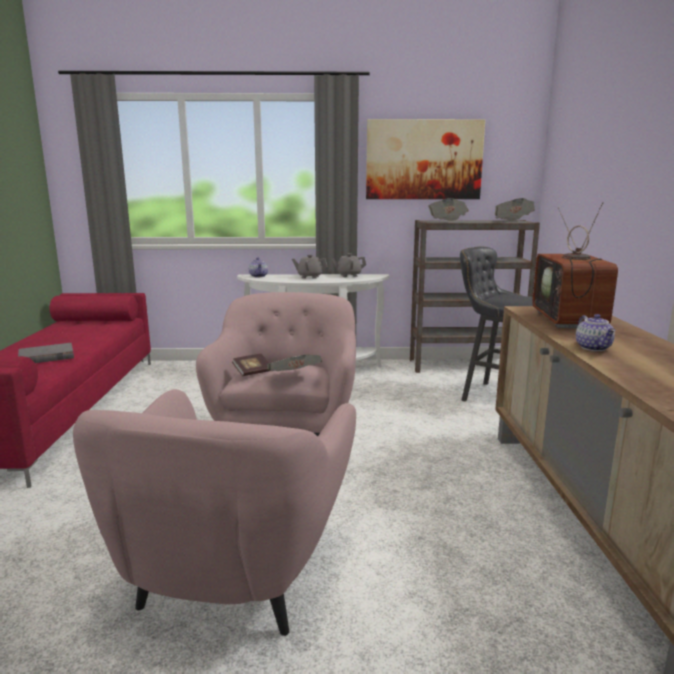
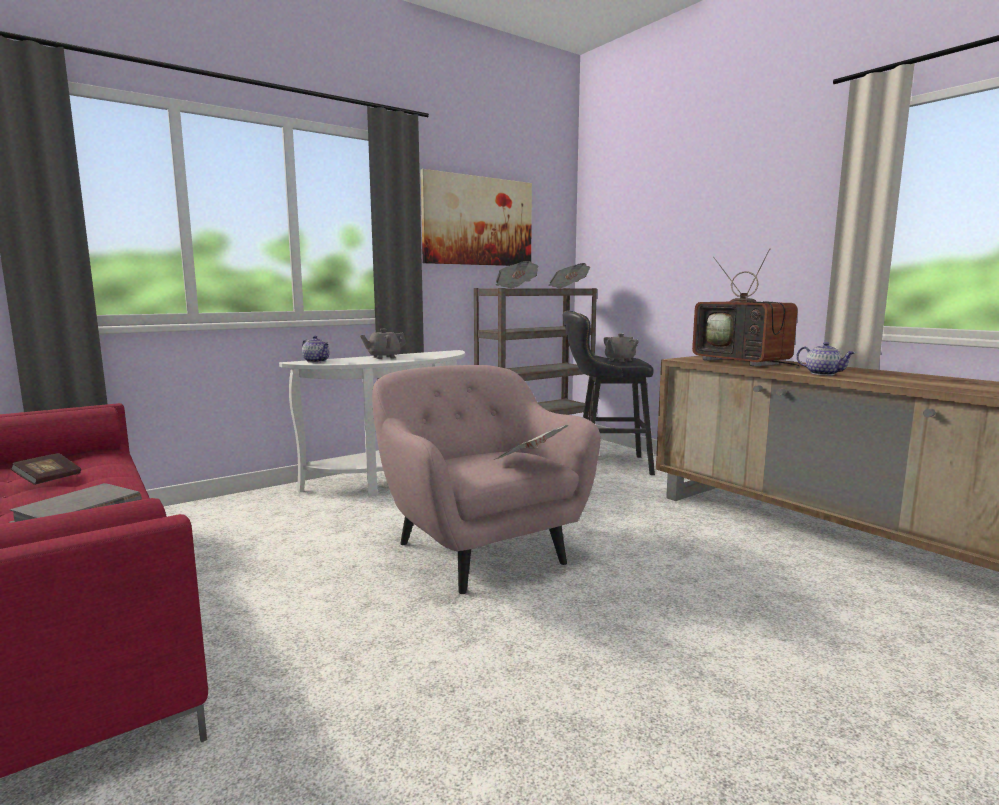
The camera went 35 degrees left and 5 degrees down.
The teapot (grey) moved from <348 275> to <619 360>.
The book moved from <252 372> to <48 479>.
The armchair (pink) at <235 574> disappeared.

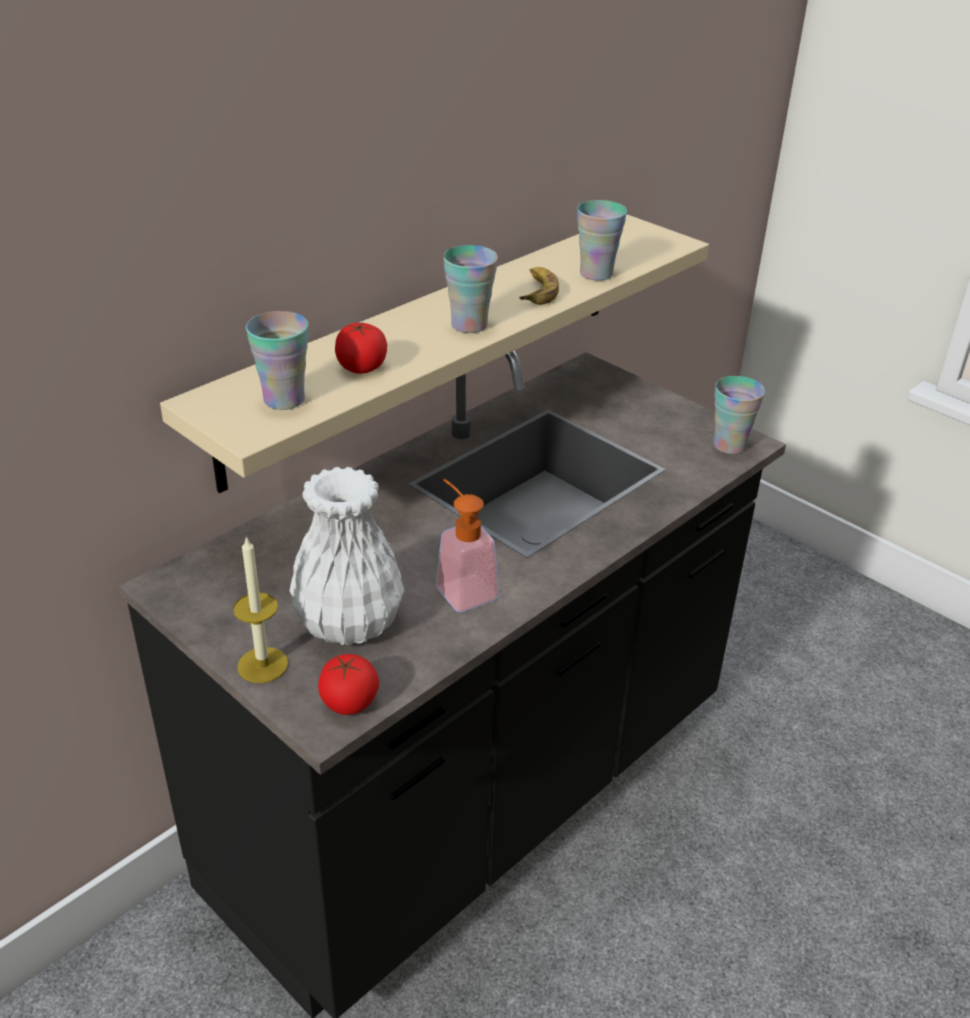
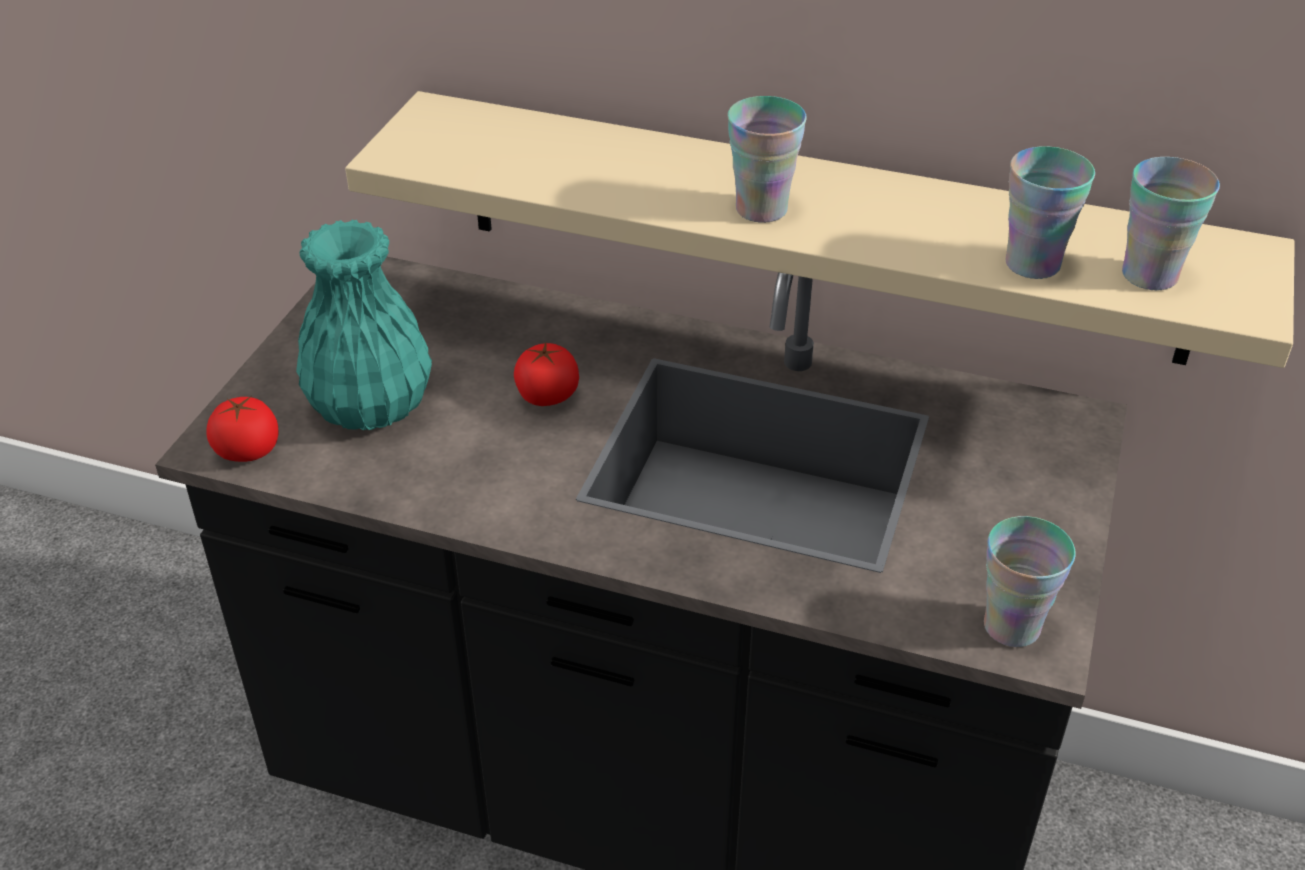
The camera went 65 degrees right and 5 degrees up.
The banana at <537 291> disappeared.
The cup moved from <284 400> to <1149 275>.
The tomato moved from <362 367> to <547 396>.
The vase (white) at <347 623> became the vase (turquoise) at <369 405>.
The soap dispenser at <461 587> disappeared.
The candle at <263 665> disappeared.

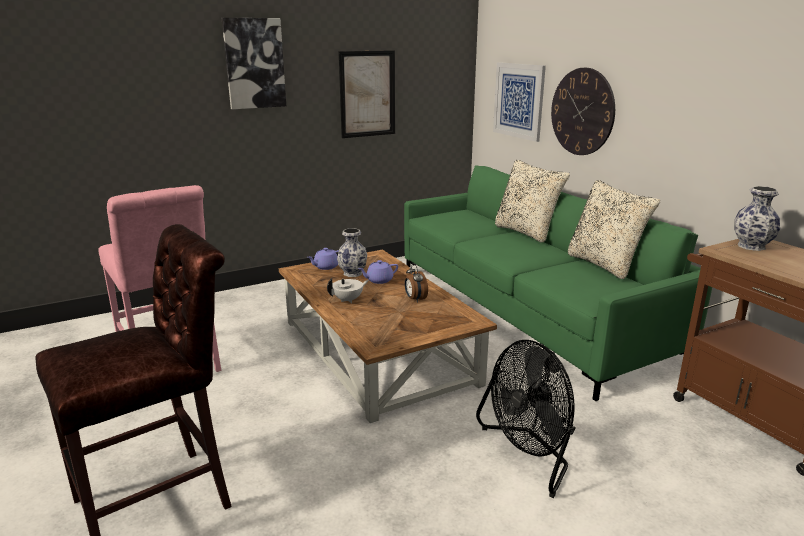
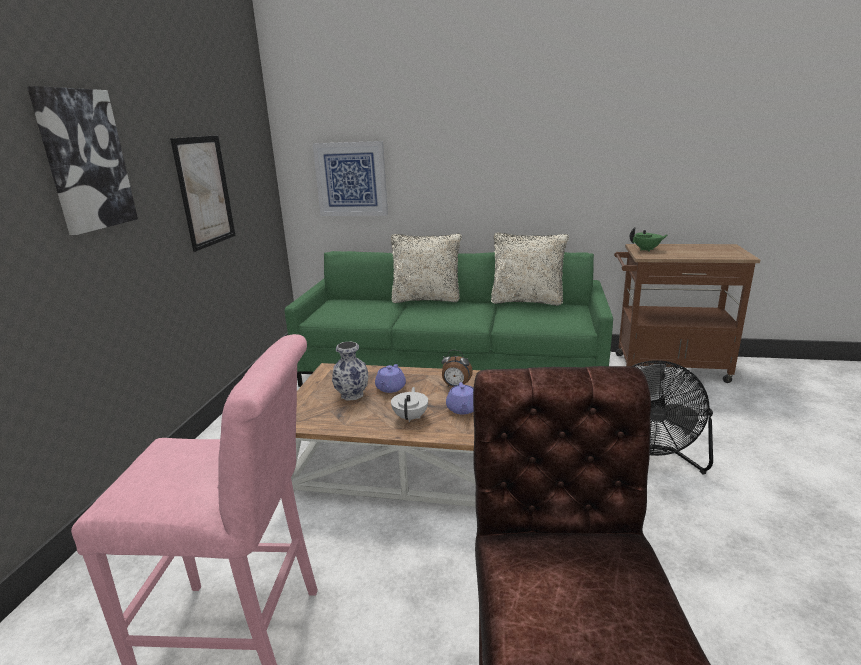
The camera went 50 degrees left and 0 degrees up.
The wall clock at <582 112> disappeared.
The vase at <751 246> was replaced by the teapot (green) at <647 250>.
The teapot (purple) moved from <325 267> to <462 409>.

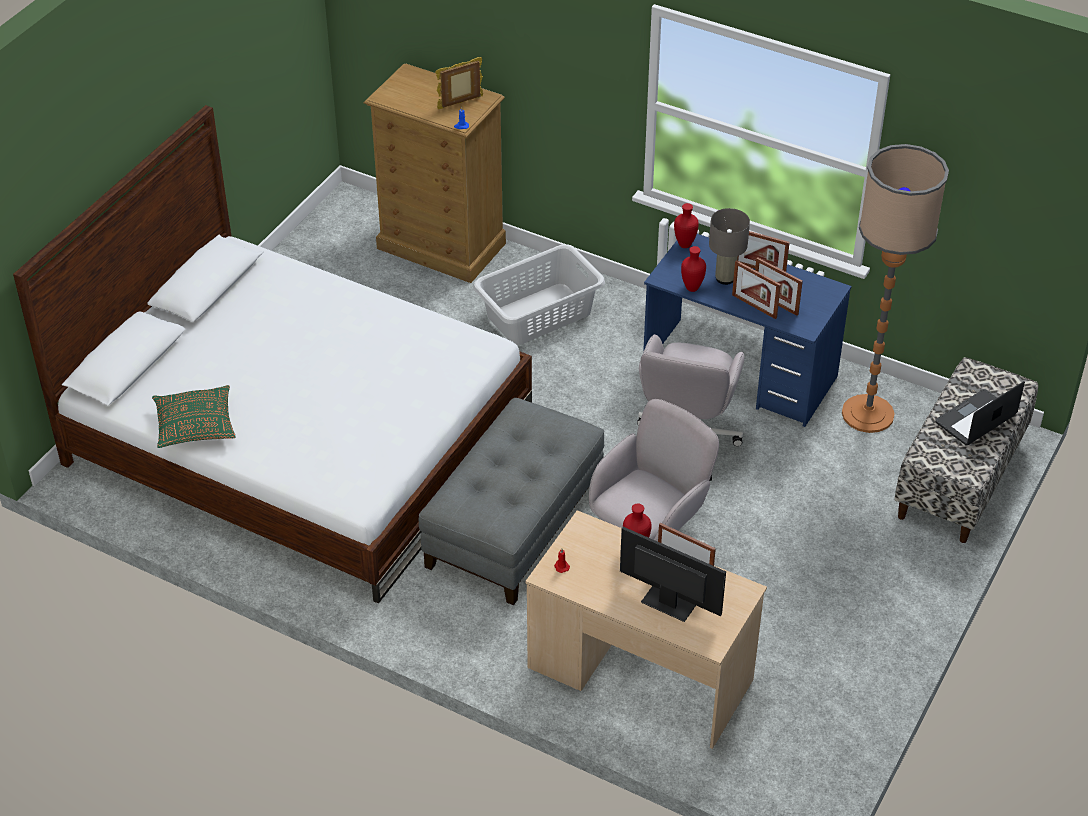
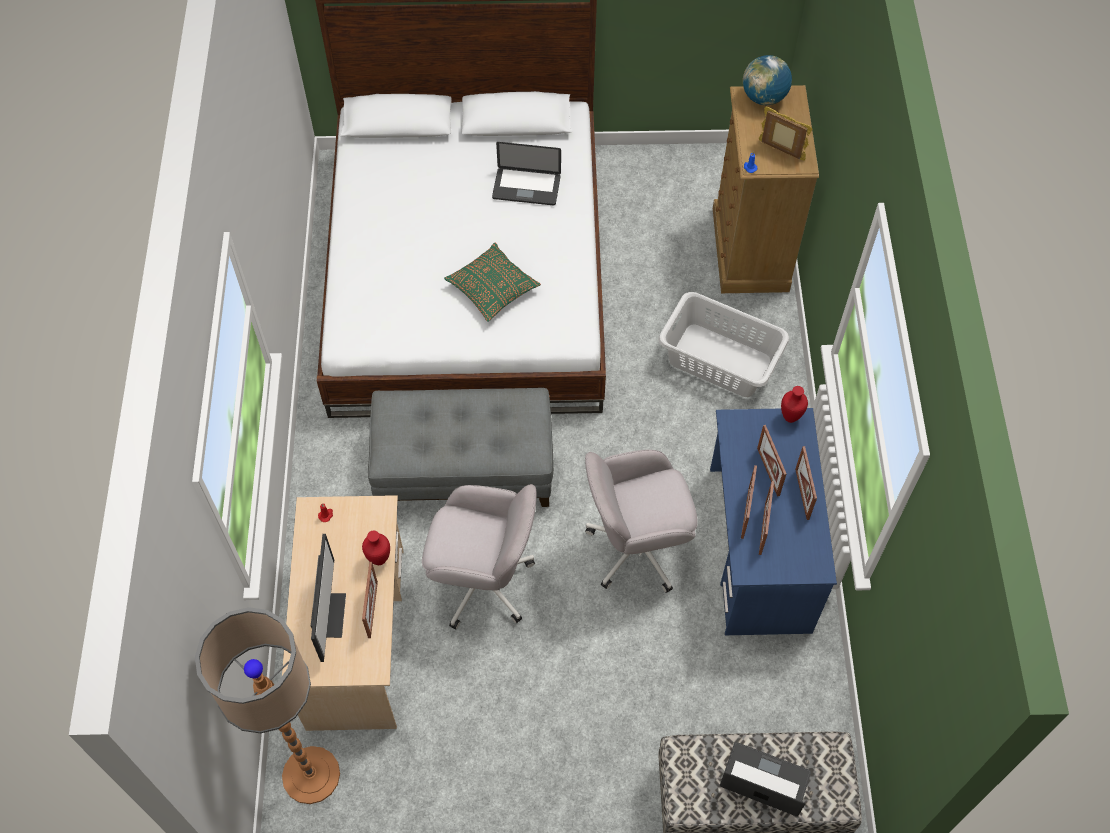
The camera went 60 degrees right and 15 degrees up.
The floor lamp moved from <867 414> to <311 775>.
The table lamp (grey) at <725 278> was replaced by the picture frame at <768 471>.
The vase (red) at <692 288> disappeared.
The pillow (green) moved from <195 426> to <492 289>.
The globe at <764 97> appeared.
The laptop at <526 187> appeared.

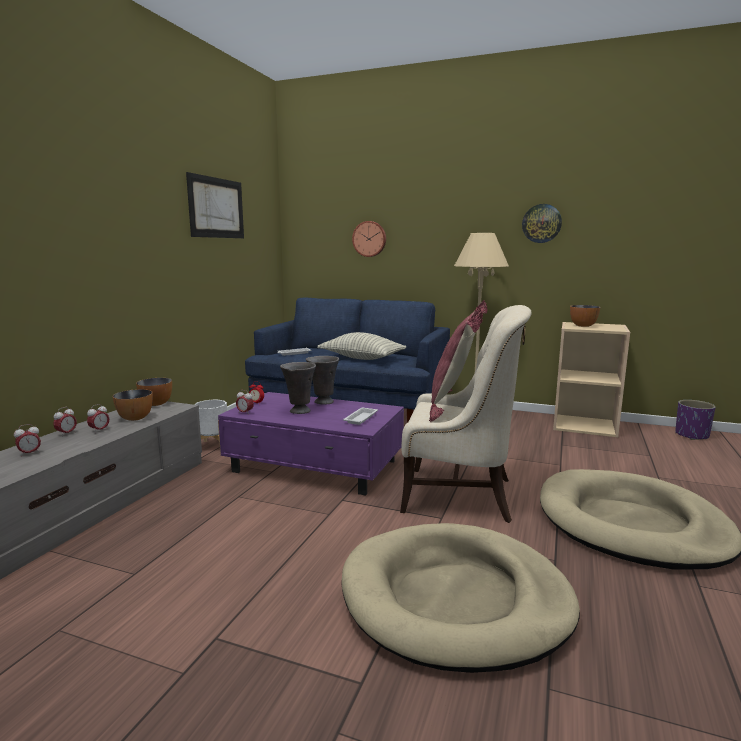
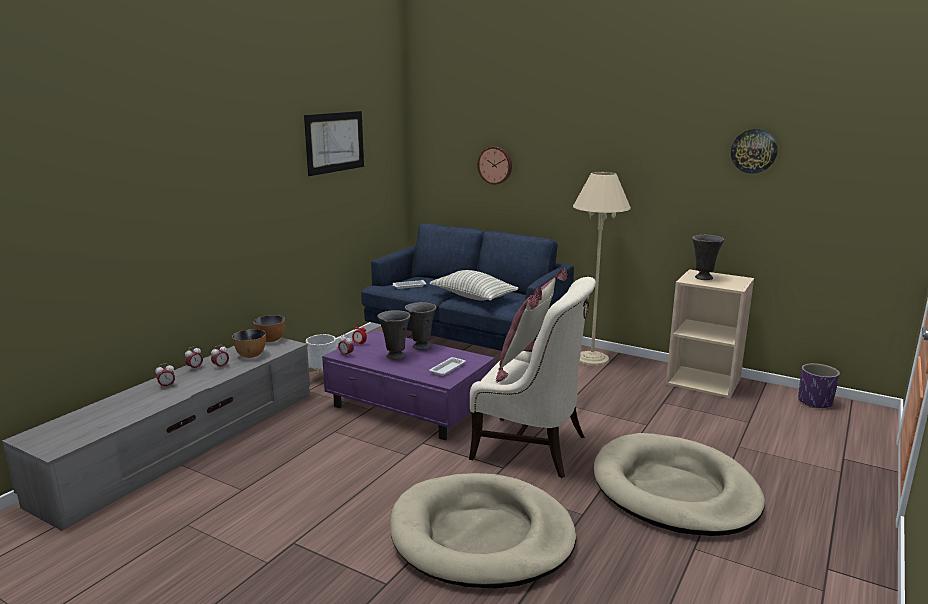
The camera went 10 degrees right and 5 degrees up.
The wall clock moved from <541 223> to <754 151>.
The bowl at <583 326> was replaced by the vase (grey) at <703 278>.

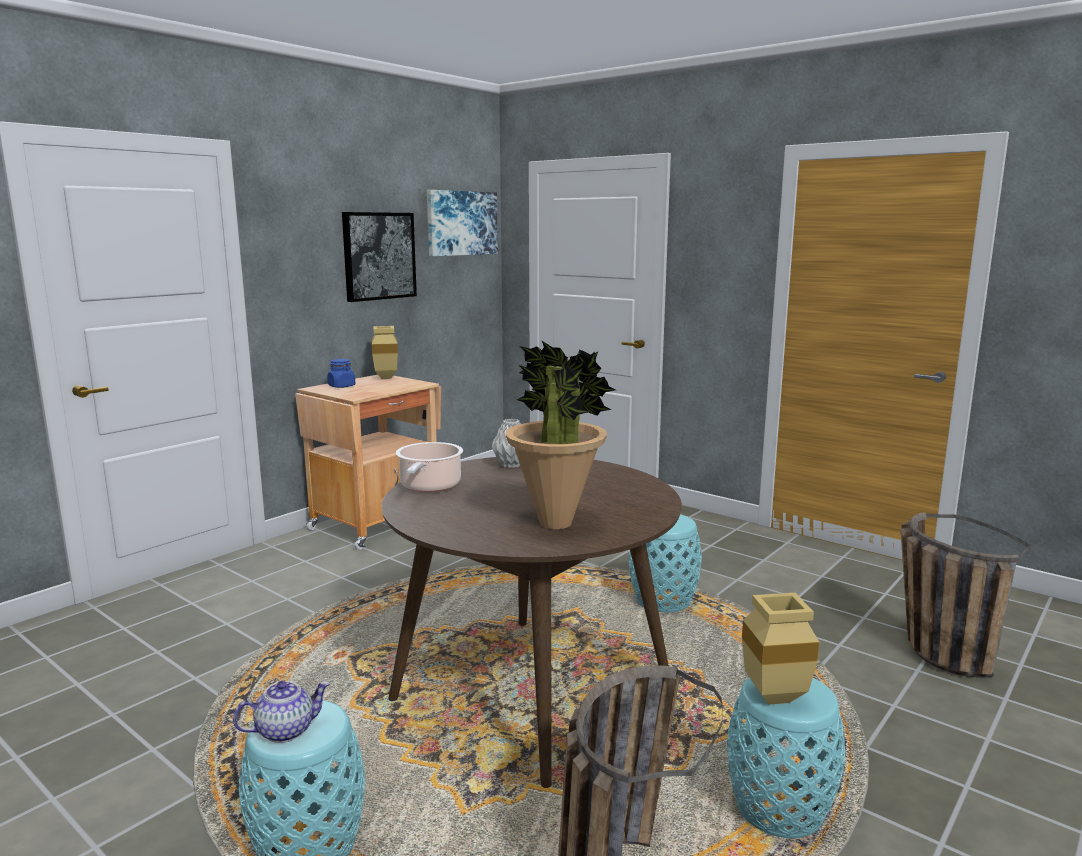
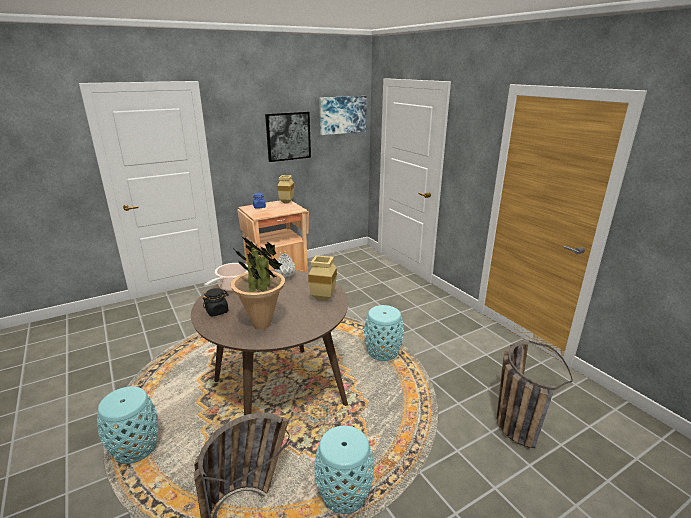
The camera went 20 degrees right and 10 degrees up.
The vase (beige) moved from <776 696> to <324 298>.
The teapot at <285 730> disappeared.
The jar (black) at <217 311> appeared.

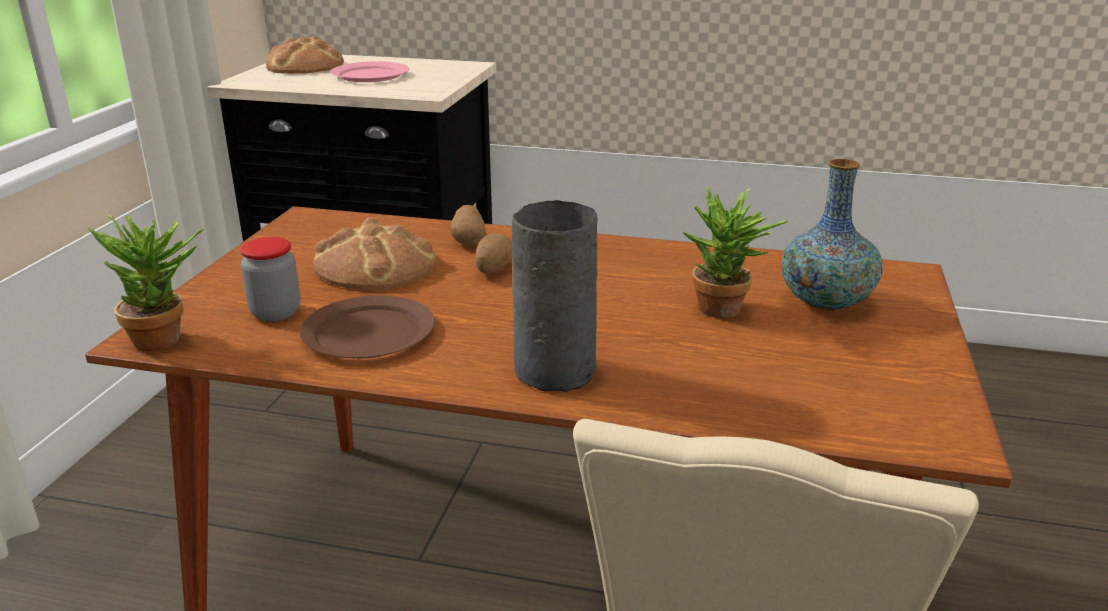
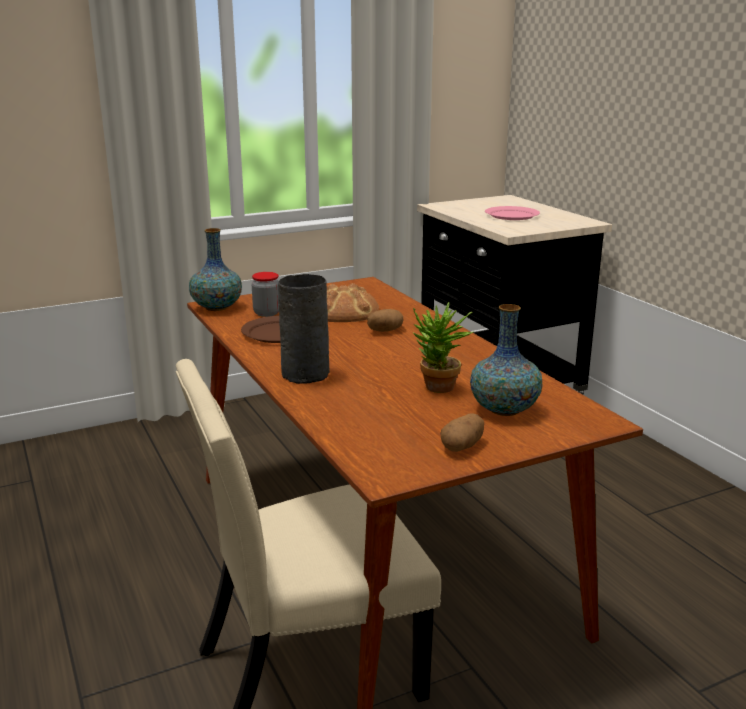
The camera went 50 degrees right and 5 degrees down.
The bread at <306 66> disappeared.
The potato moved from <469 241> to <462 446>.
The potted plant at <167 339> was replaced by the vase at <216 307>.

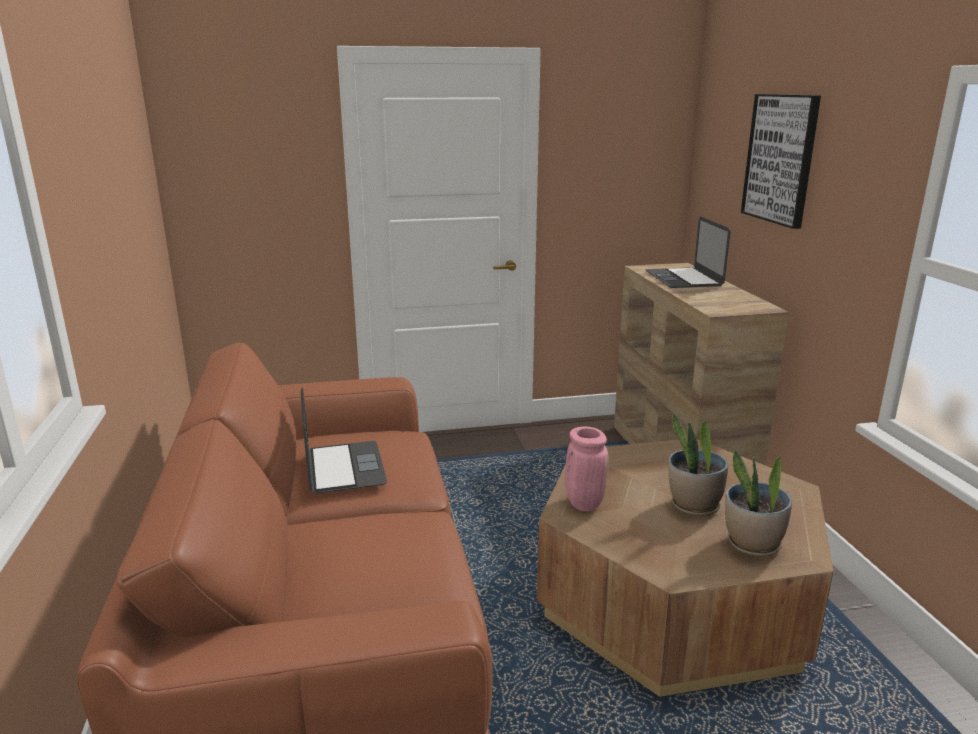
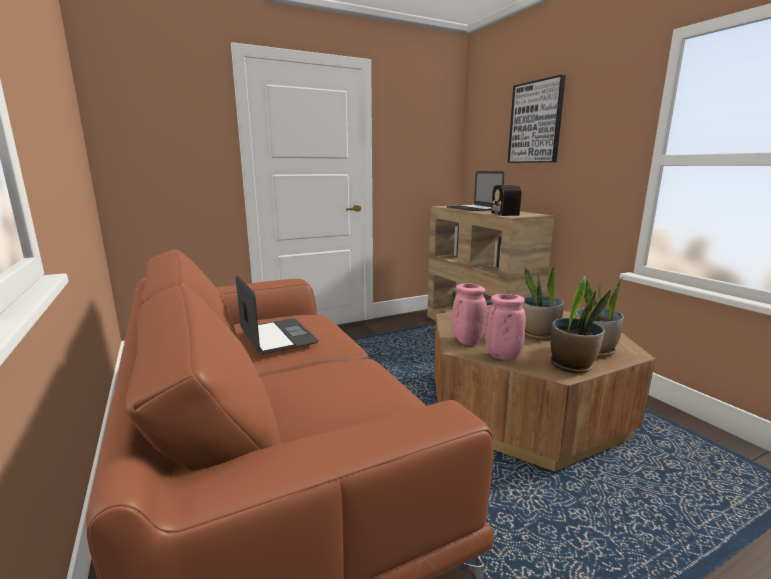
The camera went 15 degrees left and 5 degrees down.
The radio at <503 213> appeared.
The potted plant at <572 365> appeared.
The vase (pink) at <502 356> appeared.

